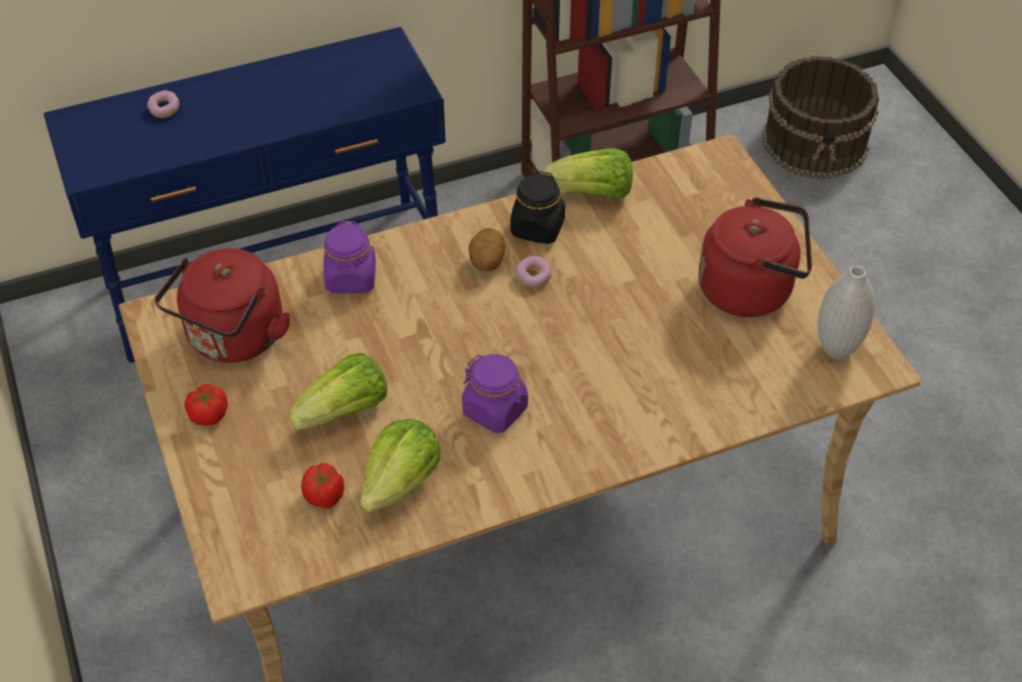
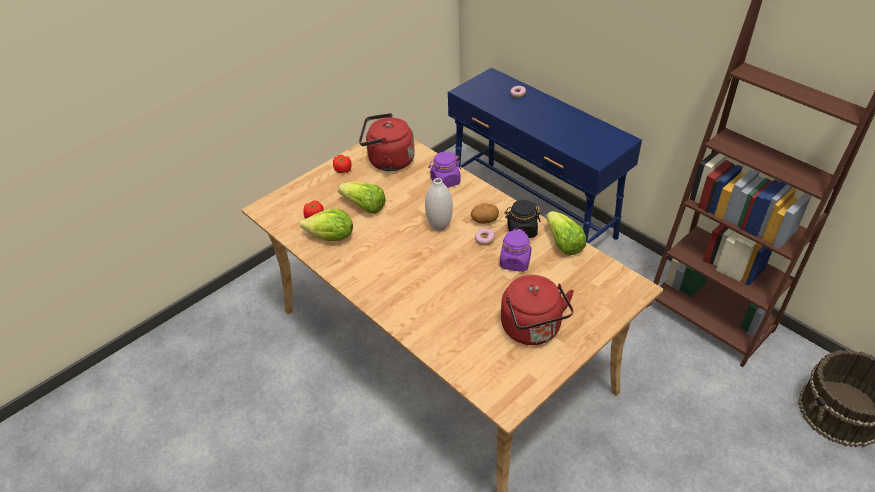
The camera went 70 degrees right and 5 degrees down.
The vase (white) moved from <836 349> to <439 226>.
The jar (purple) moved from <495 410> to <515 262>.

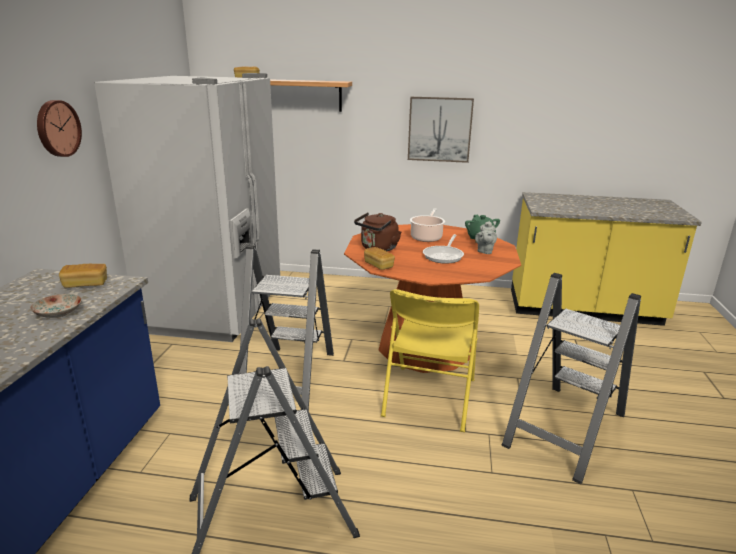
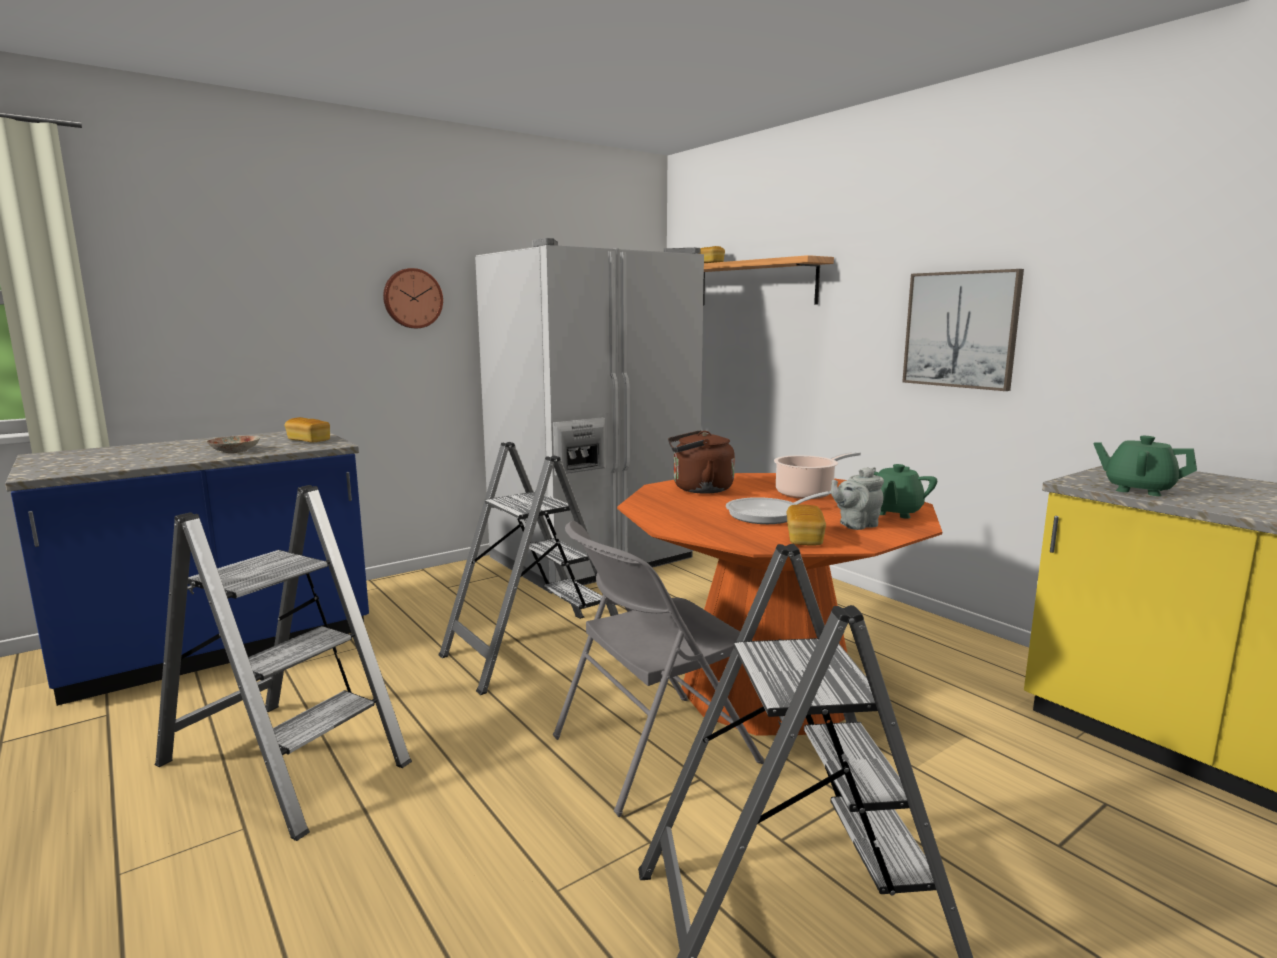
The camera went 45 degrees right and 10 degrees down.
The bread moved from <378 265> to <804 539>.
The chair (yellow) at <429 397> became the chair (grey) at <654 749>.
The teapot (green) at <1138 490> appeared.

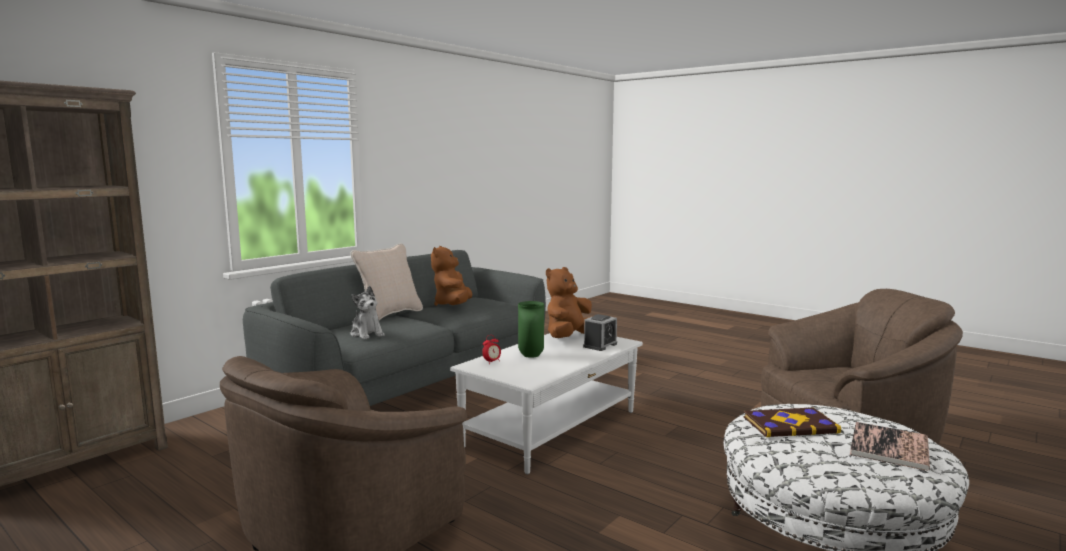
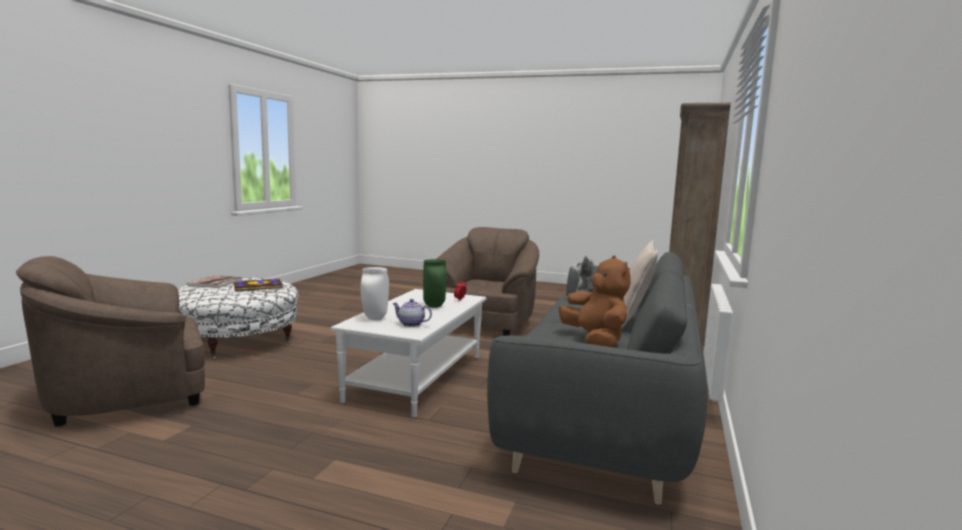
The camera went 160 degrees right and 0 degrees up.
The plush toy (brown) at <569 338> was replaced by the teapot at <411 324>.
The alarm clock at <600 345> was replaced by the vase (white) at <375 319>.

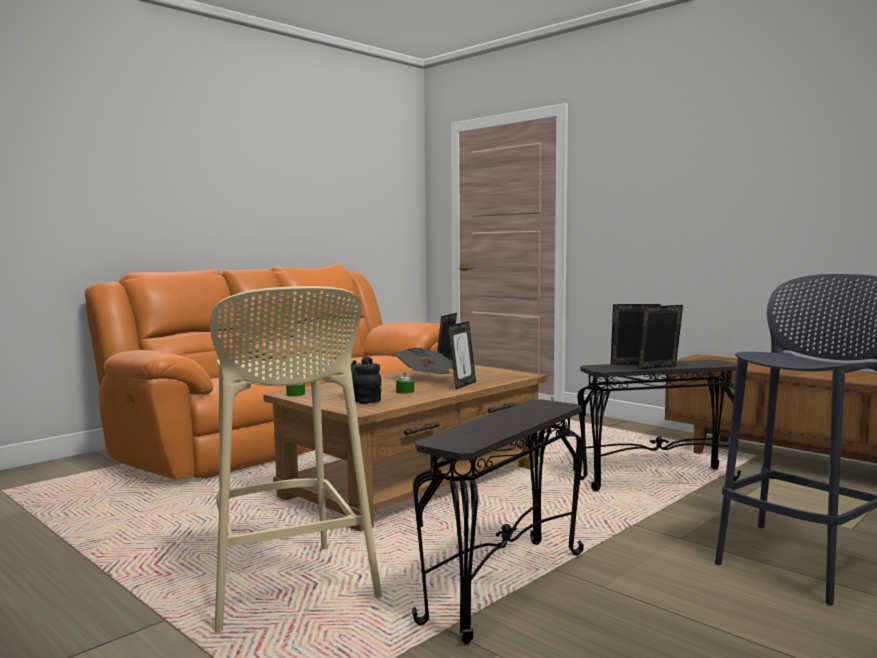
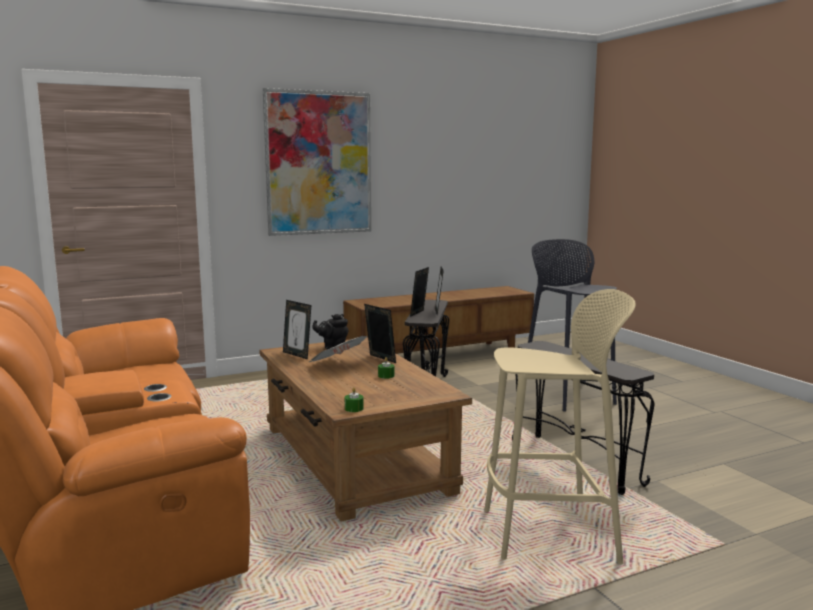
The camera went 70 degrees left and 5 degrees up.
The teapot (black) moved from <364 400> to <332 347>.
The picture at <319 163> appeared.

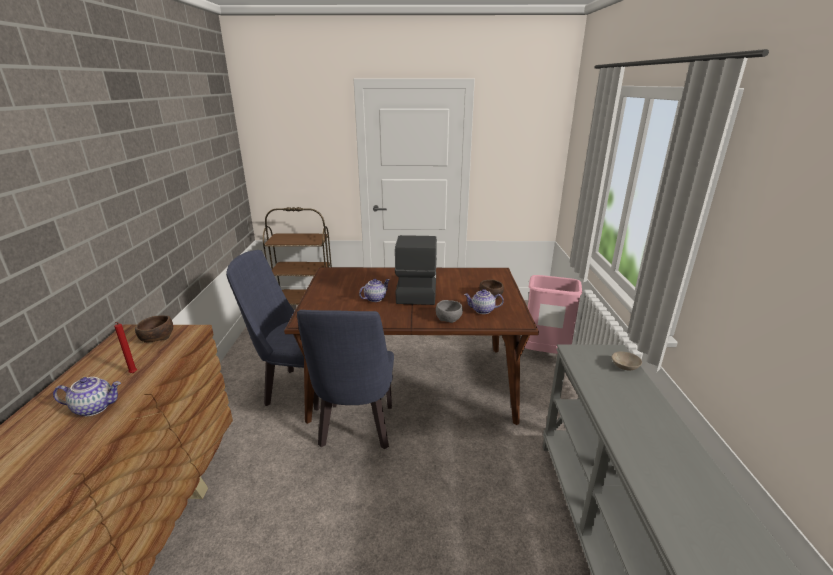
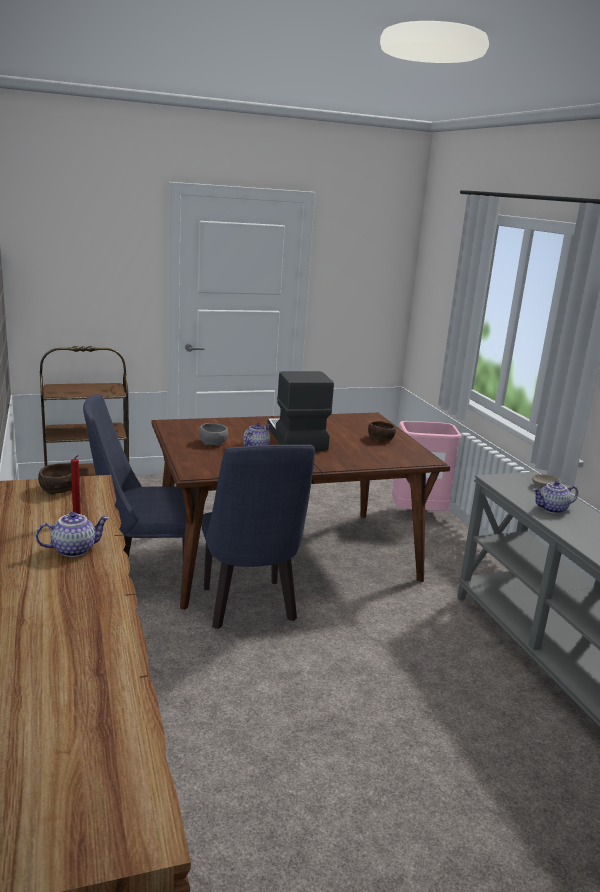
The camera went 20 degrees left and 5 degrees down.
The teapot moved from <482 310> to <552 509>.
The bowl (grey) moved from <449 318> to <214 442>.

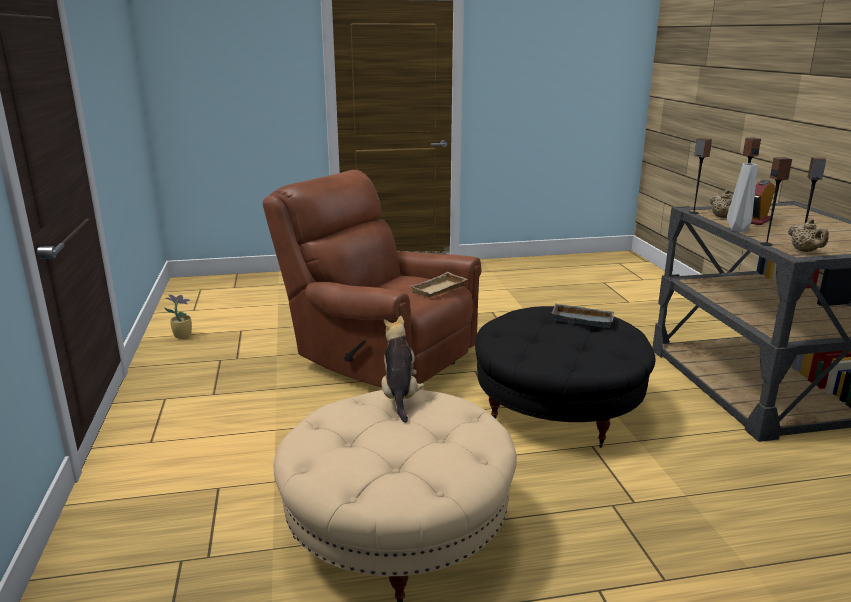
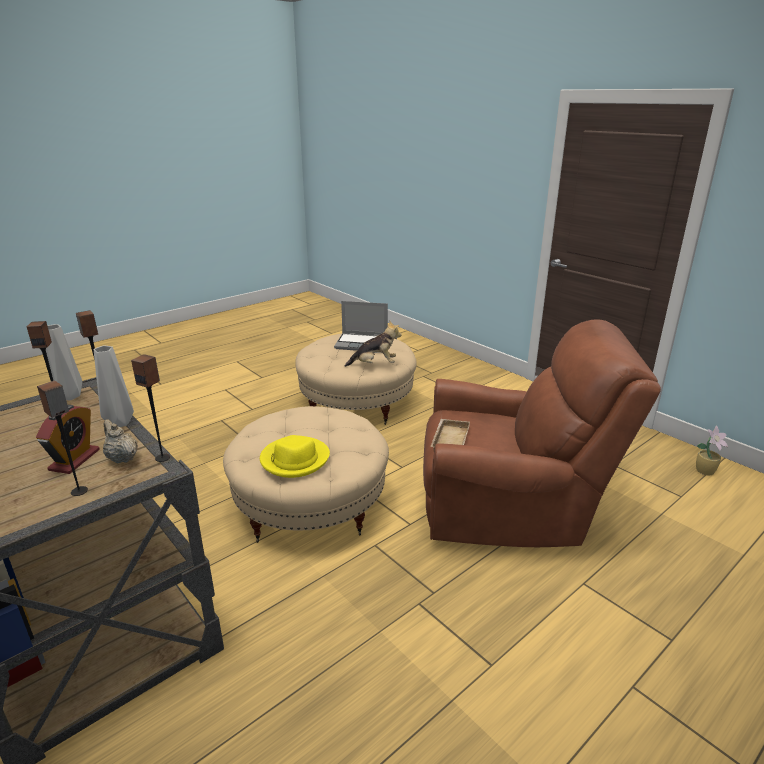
The camera went 150 degrees right and 5 degrees up.
The teapot (beige) at <805 251> was replaced by the vase (grey) at <71 396>.
The tray (grey) at <583 319> was replaced by the hat (yellow) at <294 459>.
The ottoman (black) at <558 408> became the ottoman (beige) at <310 504>.
The plush toy at <400 396> turned 60 degrees counterclockwise.
The laptop at <362 343> appeared.

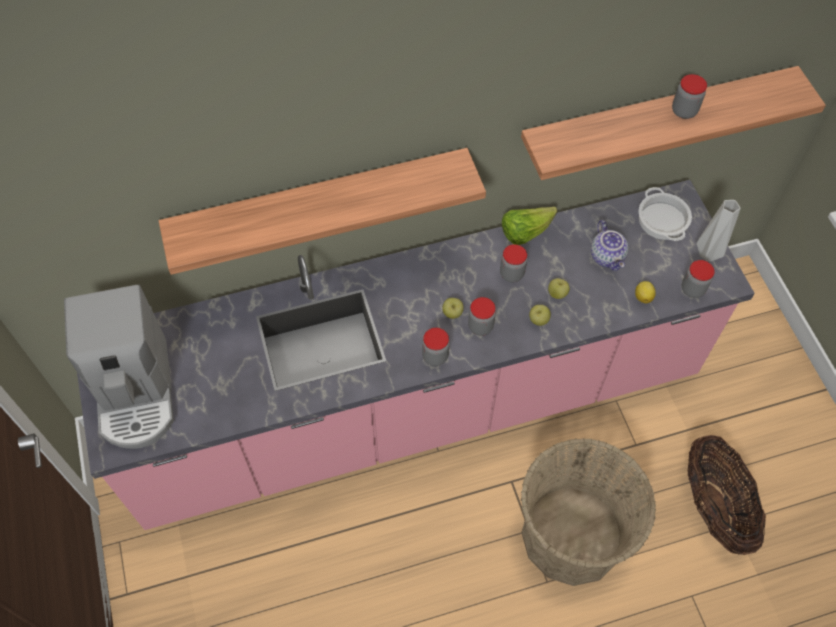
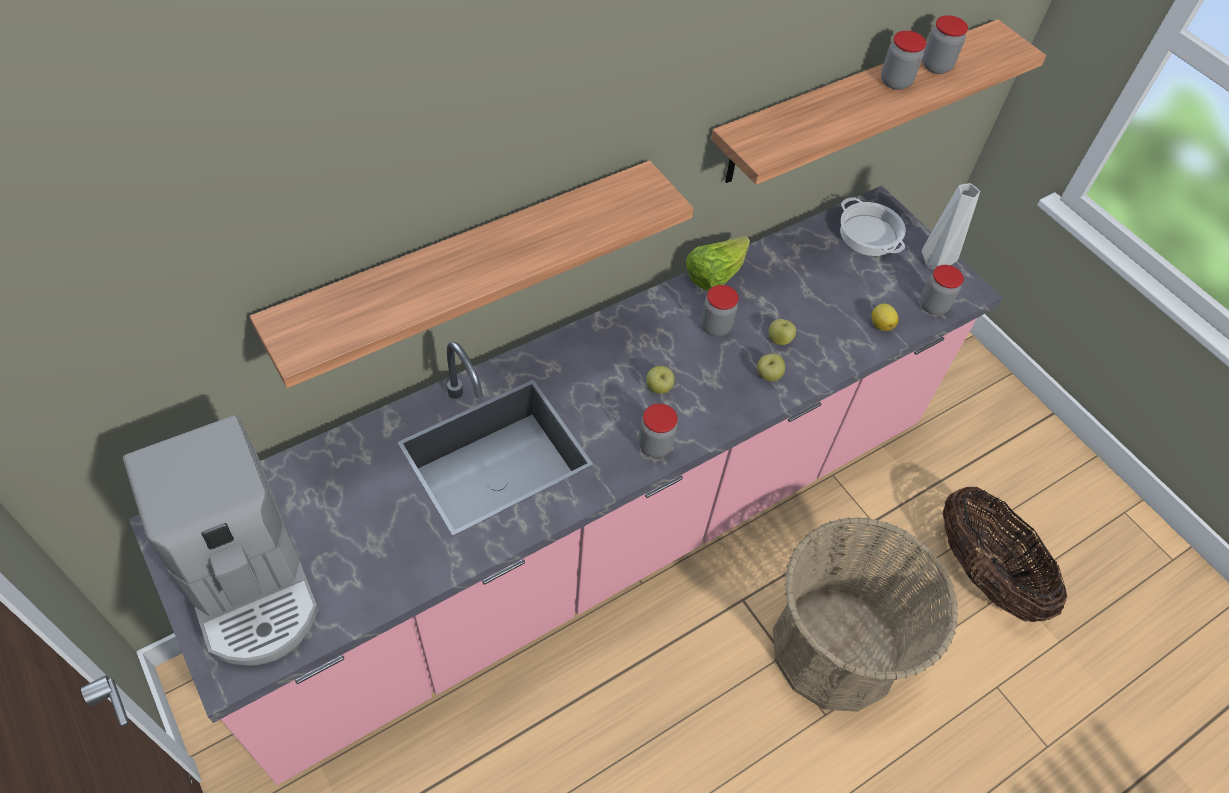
The camera went 20 degrees left and 5 degrees down.
The teapot at <608 257> disappeared.
The jar moved from <480 326> to <936 66>.

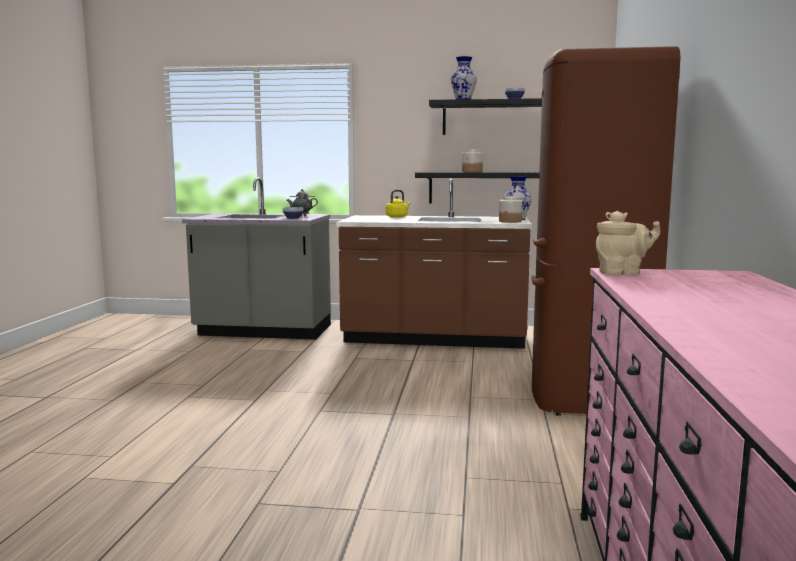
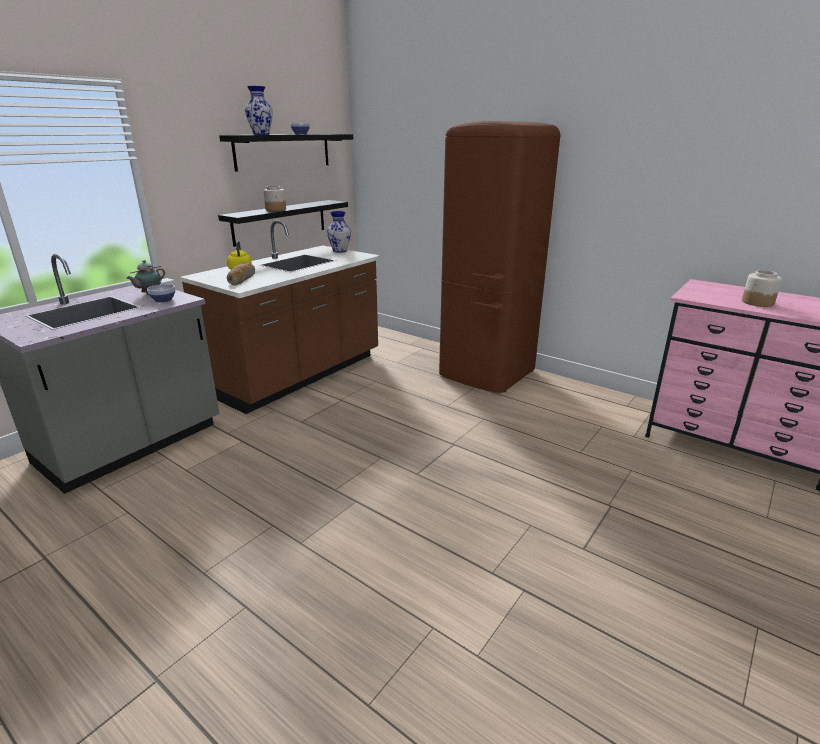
The camera went 60 degrees left and 15 degrees up.
The jar moved from <510 221> to <757 302>.
The teapot (beige) at <622 273> disappeared.
The bread at <241 279> appeared.

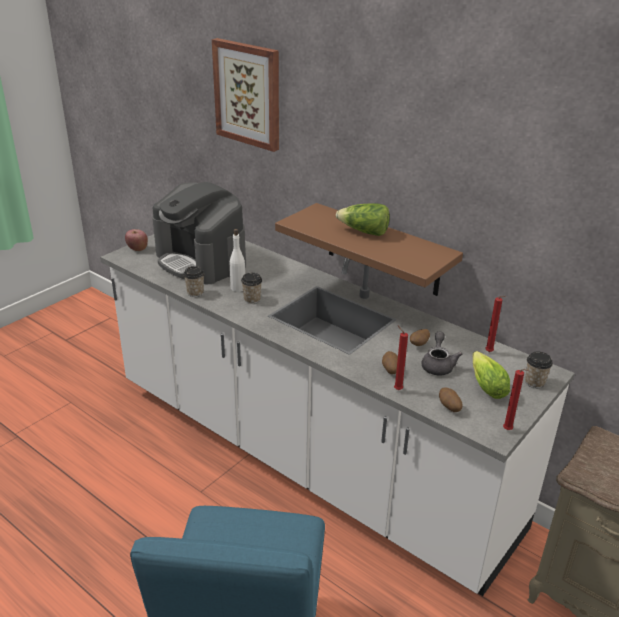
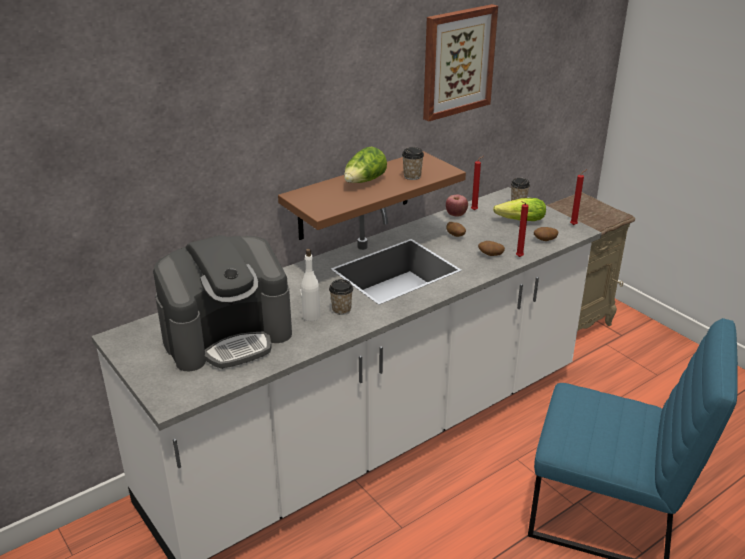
The camera went 75 degrees left and 0 degrees up.
The picture moved from <248 94> to <457 62>.
The apple moved from <137 249> to <456 215>.
The cup moved from <195 293> to <412 176>.
The teapot (grey) at <438 365> disappeared.

